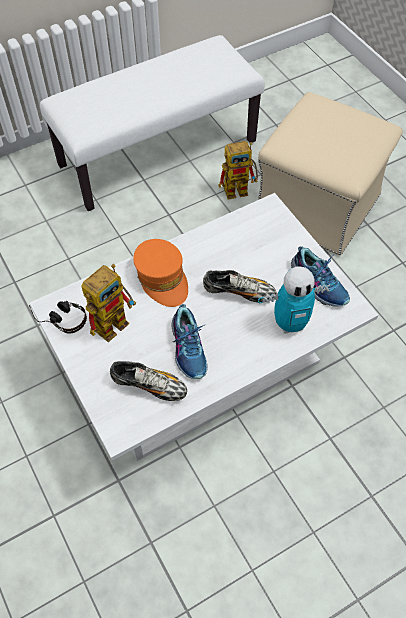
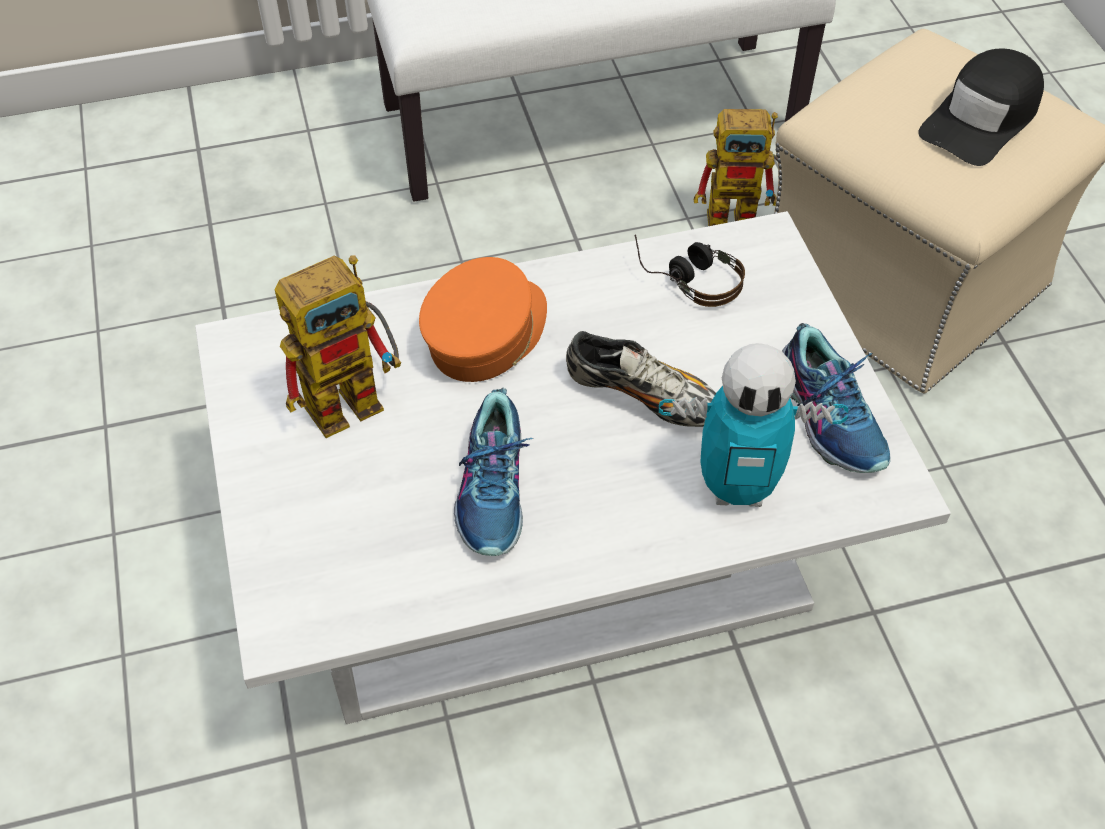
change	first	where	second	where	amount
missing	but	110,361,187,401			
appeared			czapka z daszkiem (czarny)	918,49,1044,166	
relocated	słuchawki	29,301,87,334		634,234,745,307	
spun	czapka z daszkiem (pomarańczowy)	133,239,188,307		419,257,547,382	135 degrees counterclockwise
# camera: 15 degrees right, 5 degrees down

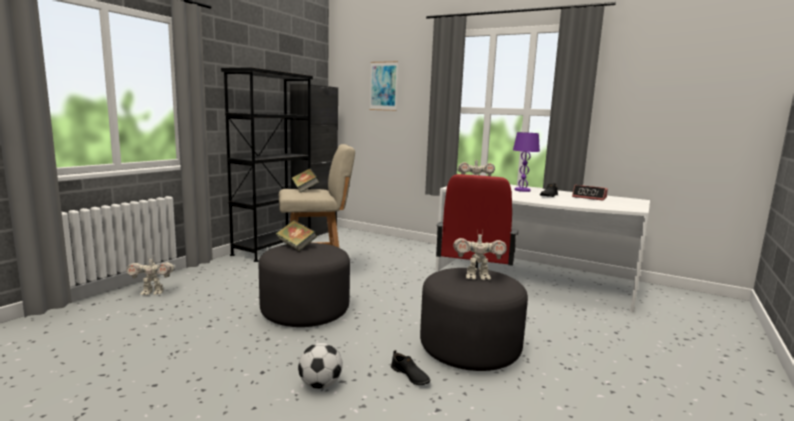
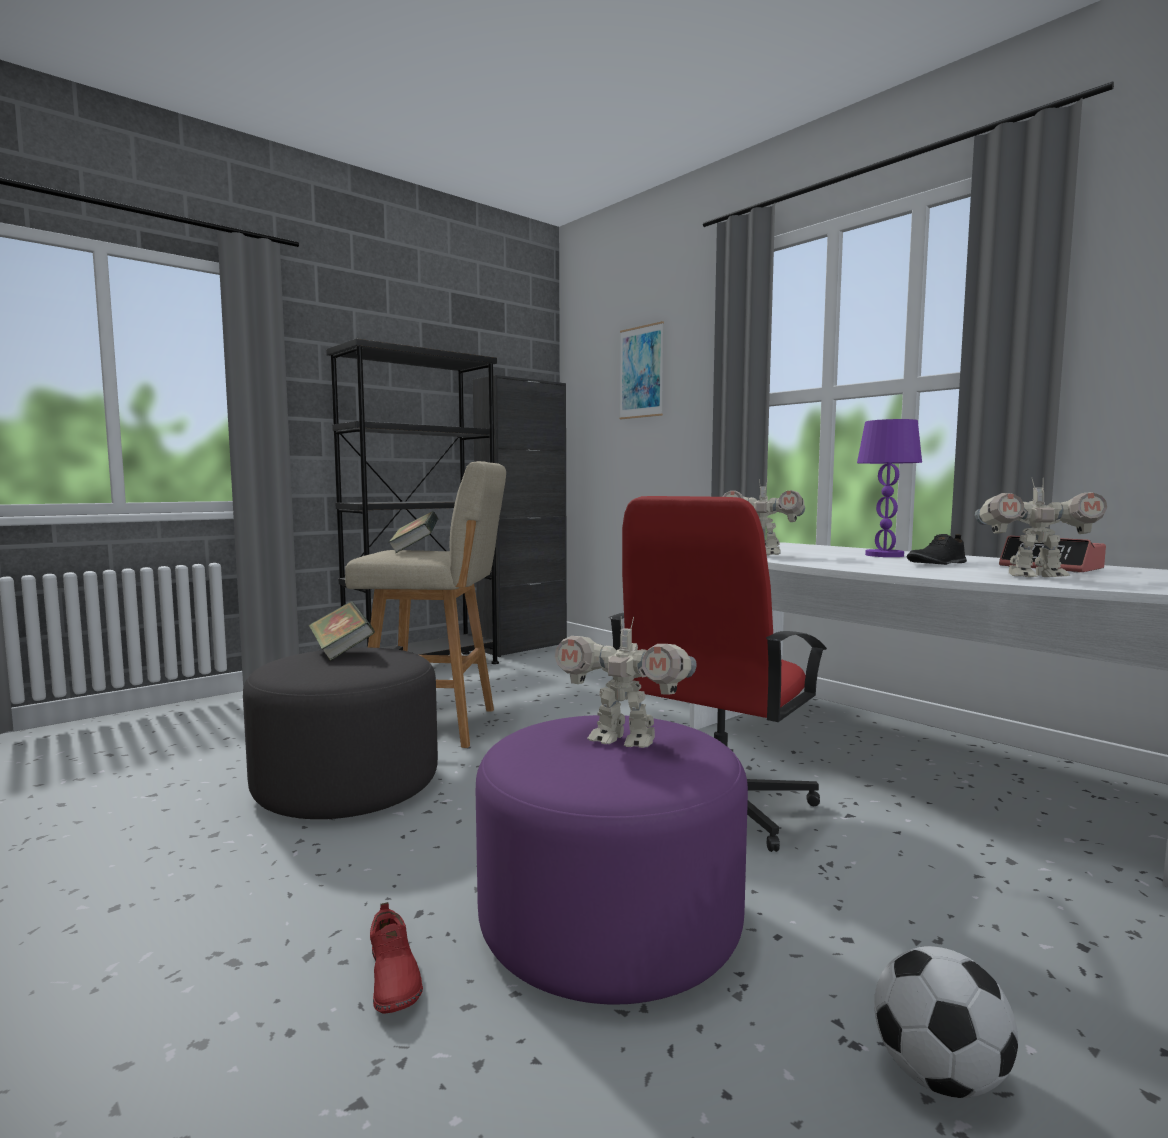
change	first	where	second	where	amount
relocated	robot zabawkowy	126,259,176,295		975,477,1107,577	
relocated	piłka futbolowa	298,343,343,389		874,946,1018,1098	
colour	but (czarny)	391,350,430,385	but (czerwony)	370,902,423,1014	
colour	pufa (szary)	420,268,528,371	pufa (fioletowy)	476,715,748,1004	
# camera: 20 degrees right, 5 degrees down

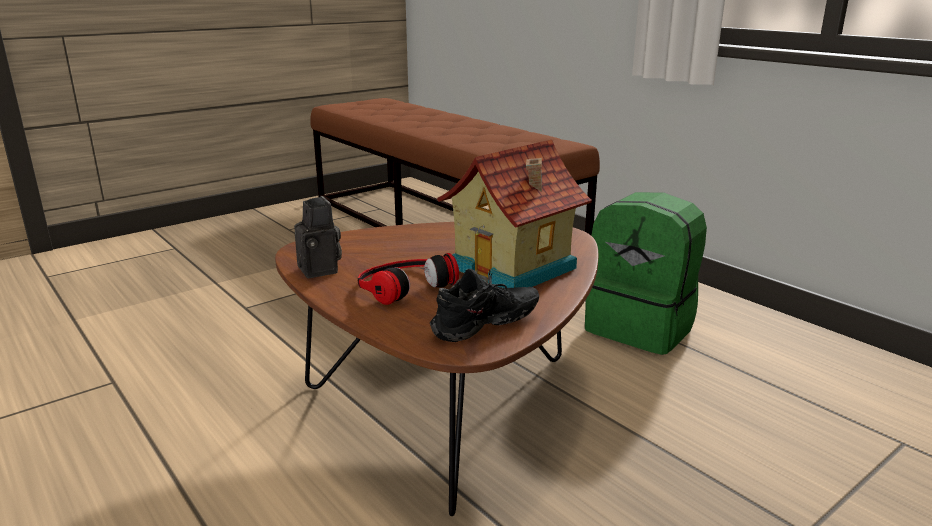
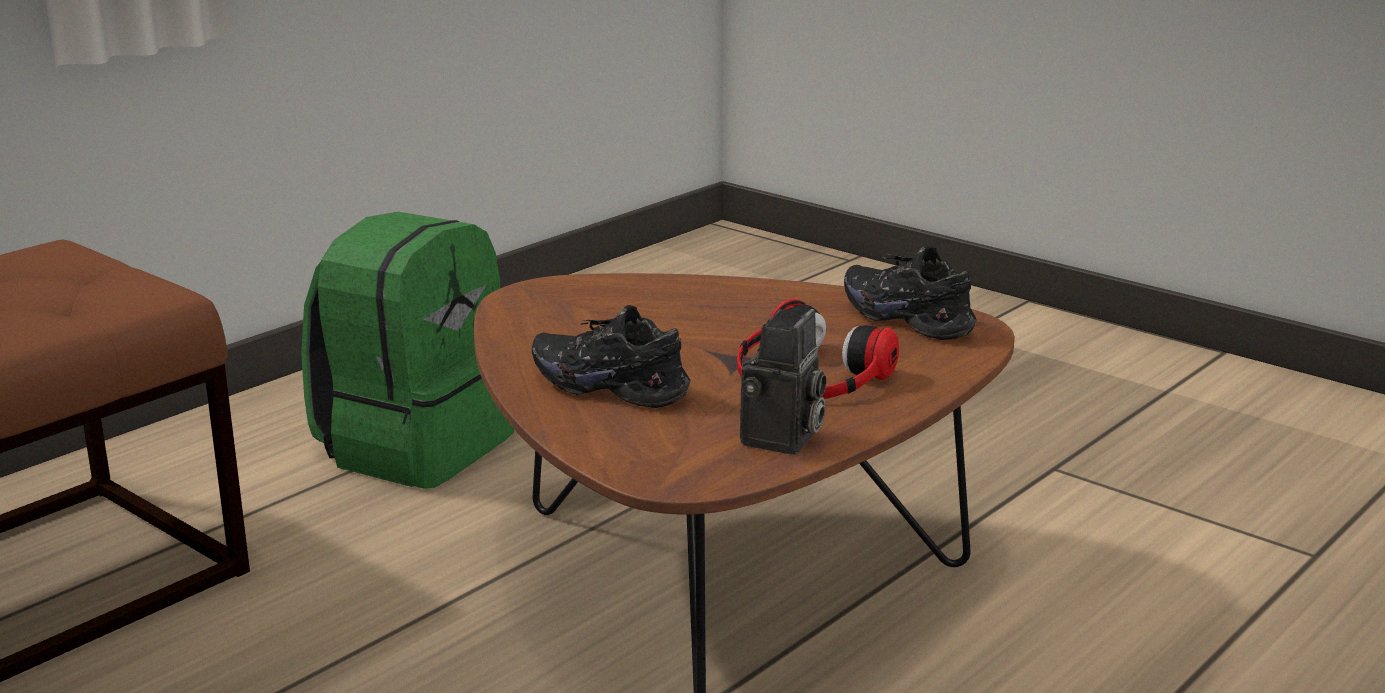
change	first	where	second	where	amount
missing	domek	437,140,592,288			
appeared			but (czarny)	532,305,690,408	
spun	aparat fotograficzny	294,196,342,278		740,309,826,455	150 degrees clockwise
# camera: 100 degrees left, 0 degrees up

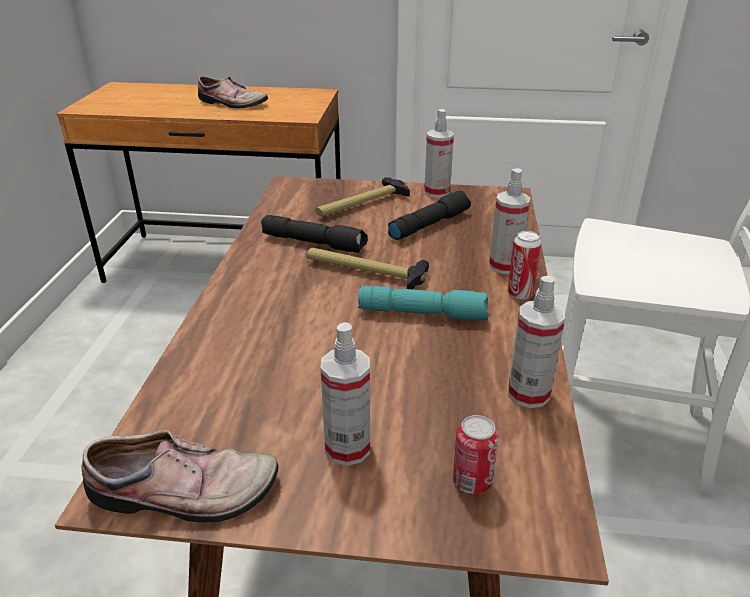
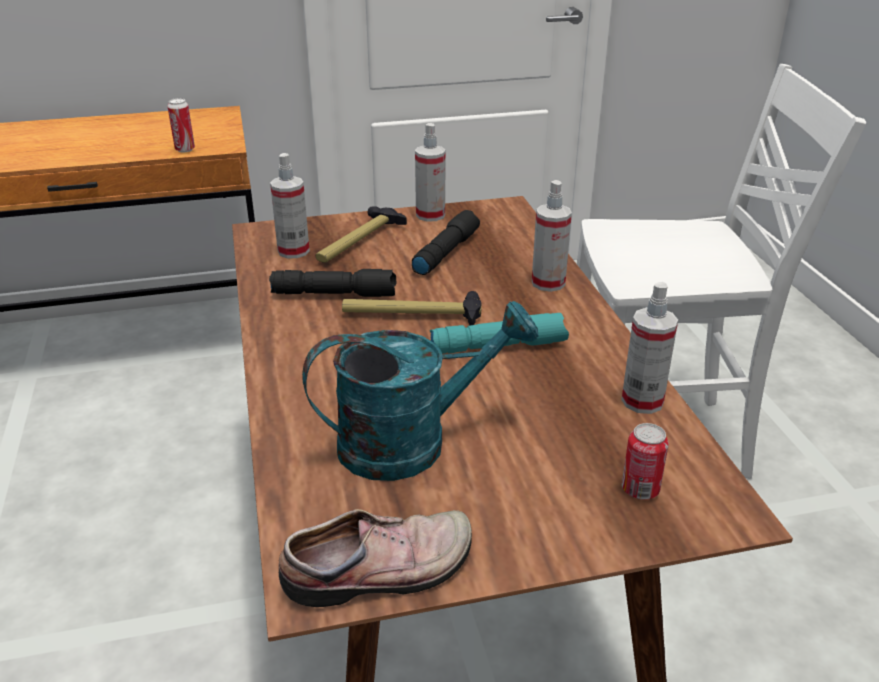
change	first	where	second	where	amount
missing	but	198,76,268,109			
appeared			konewka (turkusowy)	302,301,538,481	
relocated	spryskiwacz	321,322,370,466		270,153,310,258	
relocated	puszka	508,231,542,299		168,98,195,152	
# camera: 20 degrees left, 0 degrees up

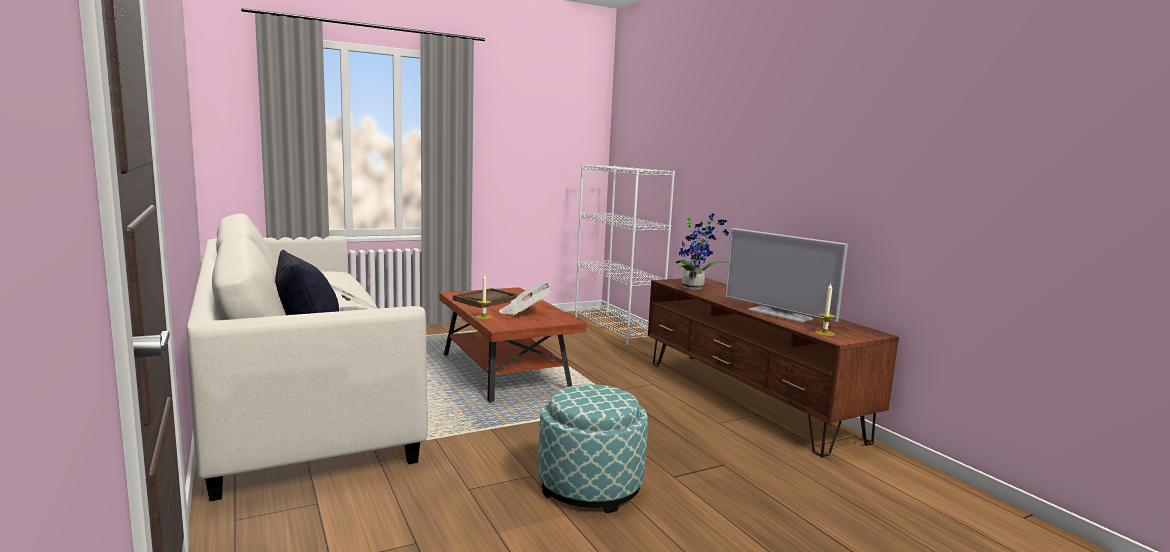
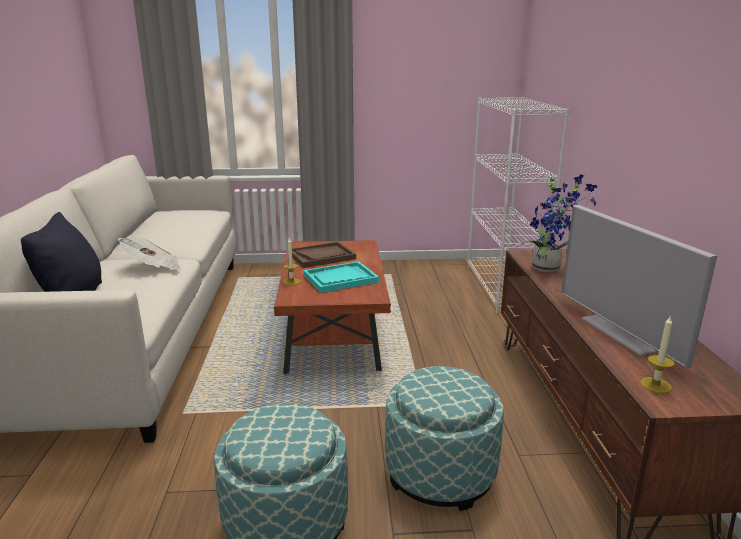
change	first	where	second	where	amount
appeared			pufa	385,366,504,511	
exchanged	gazeta	499,283,552,315	taca (turkusowy)	304,261,379,293	
# camera: 25 degrees right, 10 degrees up

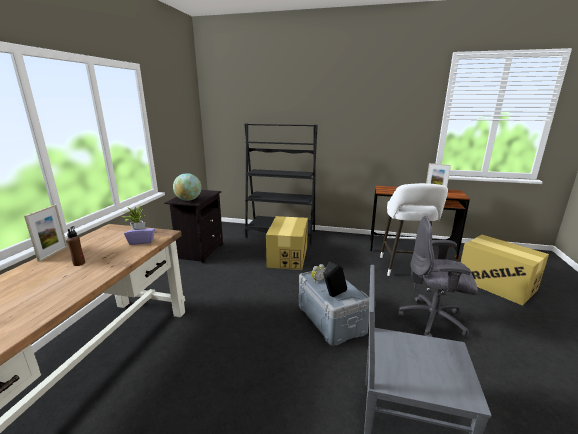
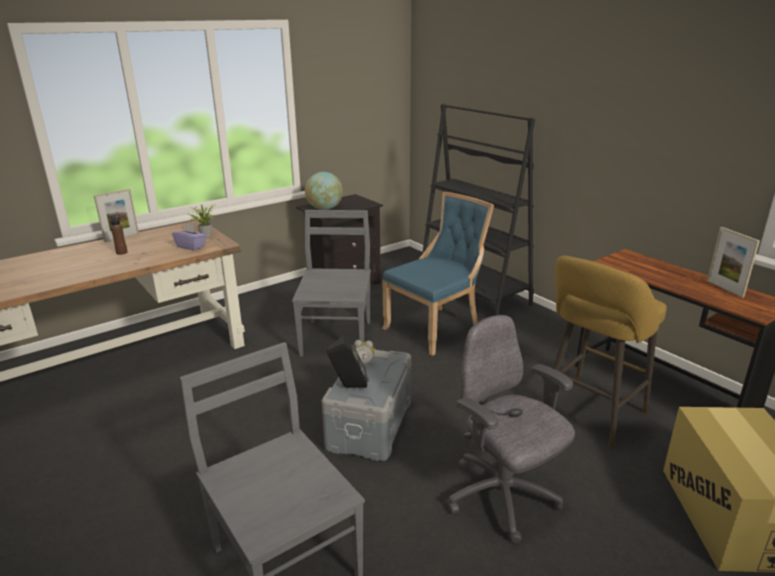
change	first	where	second	where	amount
appeared			krzesło (szary)	292,210,371,356	
exchanged	karton	266,216,308,270	krzesło (niebieski)	382,192,494,356	
colour	stołek (biały)	380,183,448,276	stołek (żółty)	542,256,667,447	
# camera: 40 degrees right, 5 degrees up

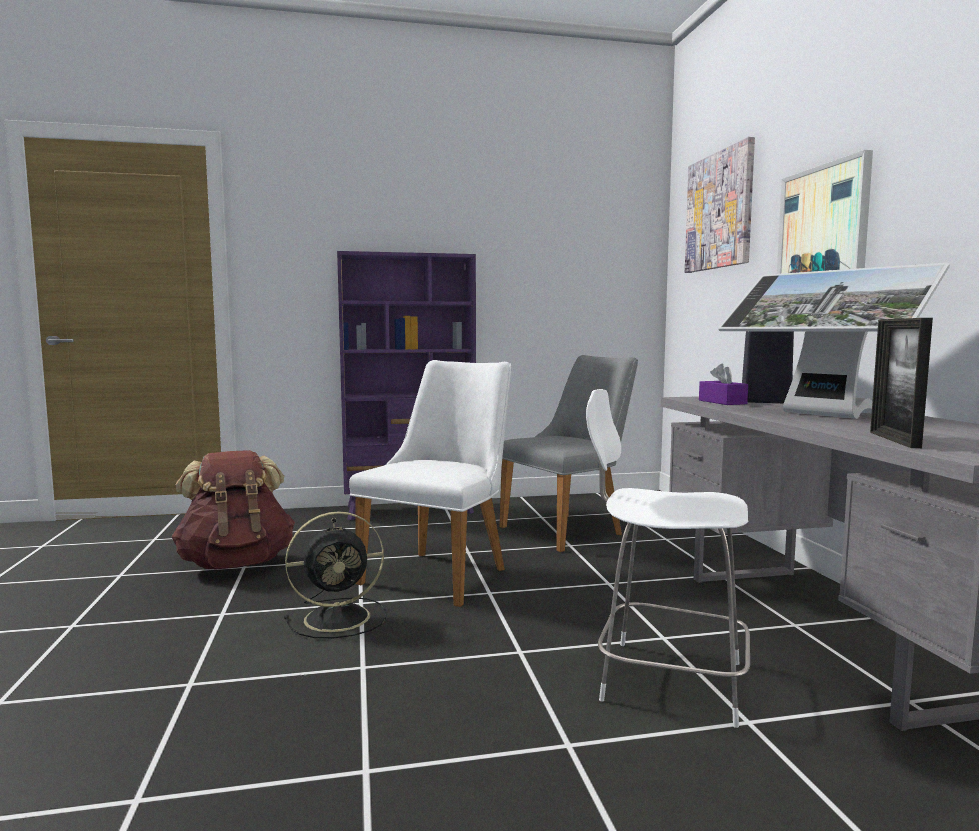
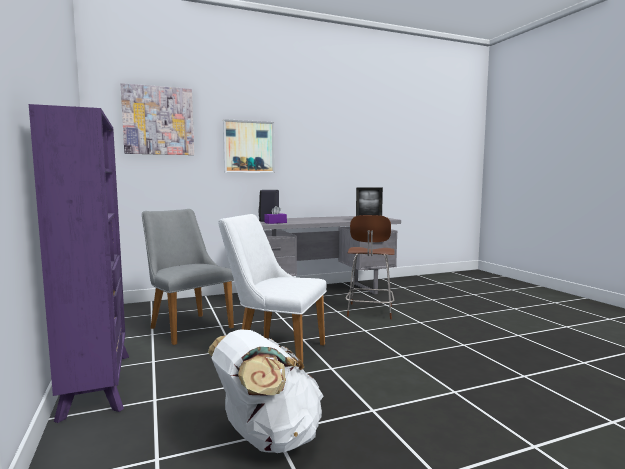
change	first	where	second	where	amount
missing	wentylator (czarny)	284,511,387,638			
missing	monitor	718,263,950,419			
colour	plecak (brązowy)	172,450,295,569	plecak (biały)	208,329,324,453	
colour	stołek (biały)	586,389,750,728	stołek (brązowy)	346,215,395,319	
# camera: 100 degrees left, 0 degrees up

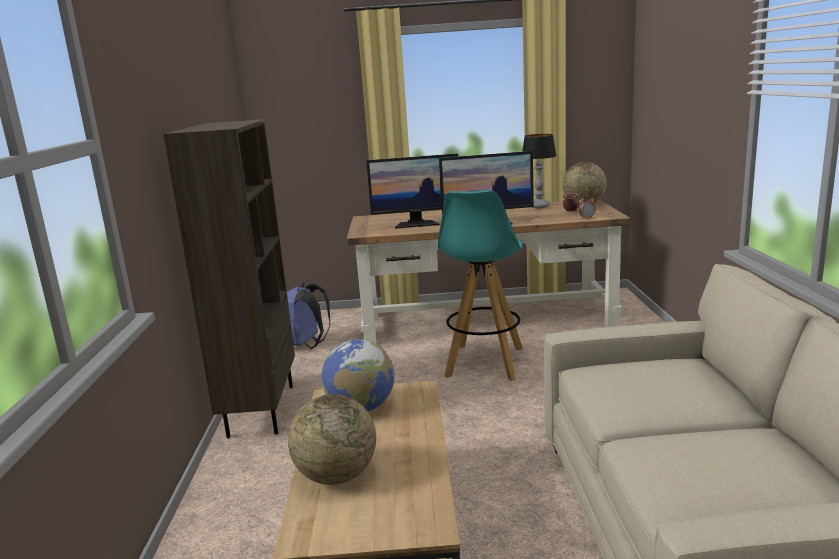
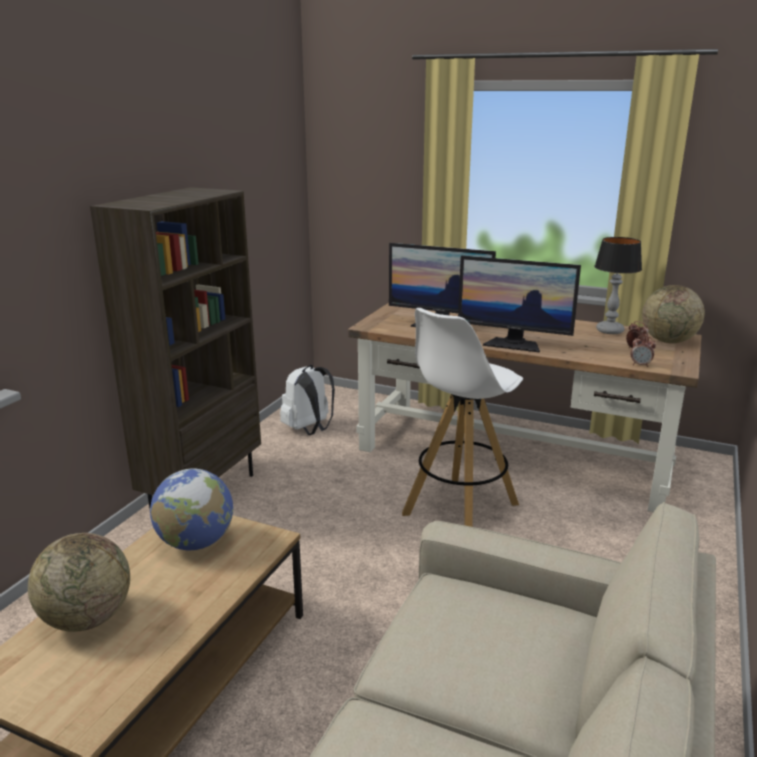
change	first	where	second	where	amount
colour	plecak (niebieski)	287,283,330,349	plecak (biały)	280,365,335,435	
colour	stołek (turkusowy)	438,190,523,381	stołek (biały)	402,308,523,527	
# camera: 25 degrees right, 5 degrees up

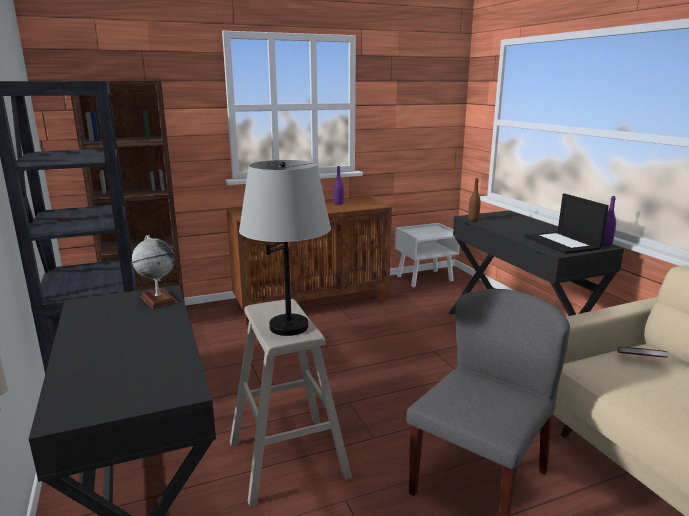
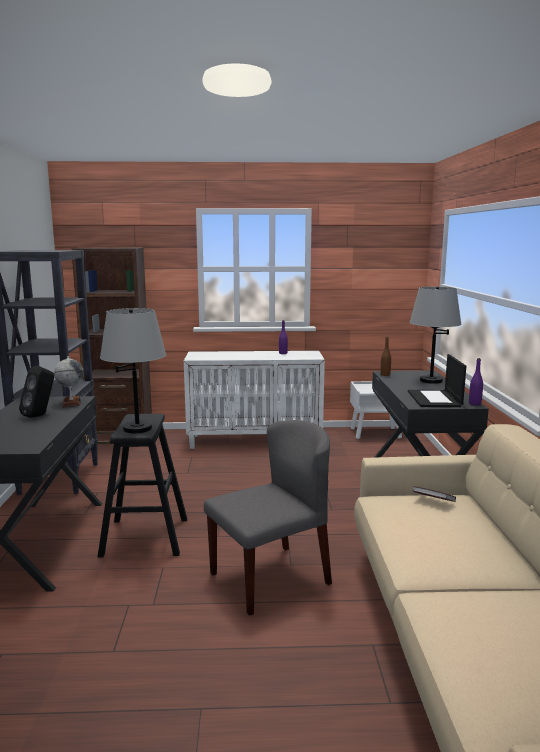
change	first	where	second	where	amount
appeared			głośnik (czarny)	19,366,54,418	
appeared			lampa stołowa (szary)	410,287,461,384	
colour	szafka (brązowy)	227,197,392,325	szafka (biały)	184,351,325,449	
colour	stołek (beżowy)	230,299,352,507	stołek (czarny)	98,414,187,558	
# camera: 20 degrees right, 5 degrees down

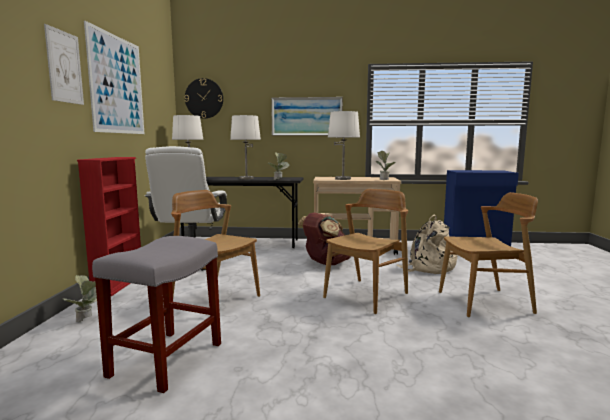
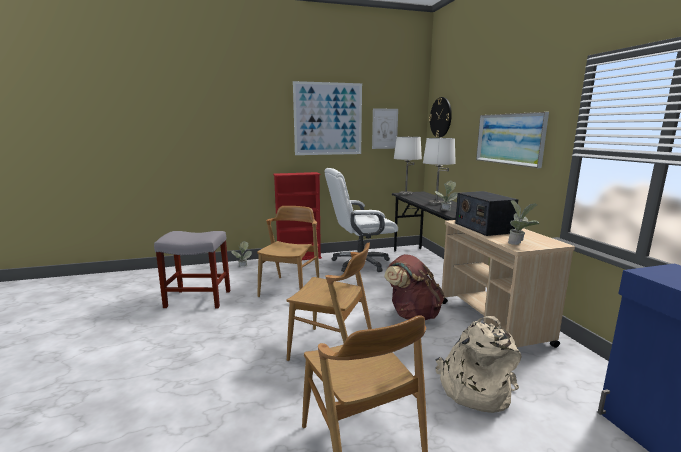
change	first	where	second	where	amount
relocated	obraz	44,24,84,105		372,108,398,149	
exchanged	lampa stołowa (biały)	328,111,360,180	radio	455,191,518,236	
# camera: 70 degrees right, 5 degrees up

